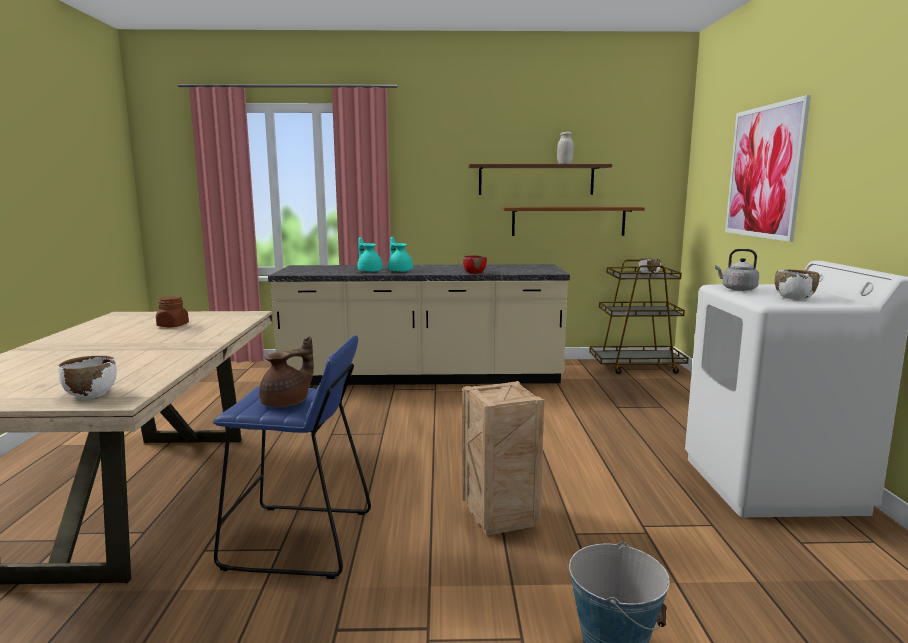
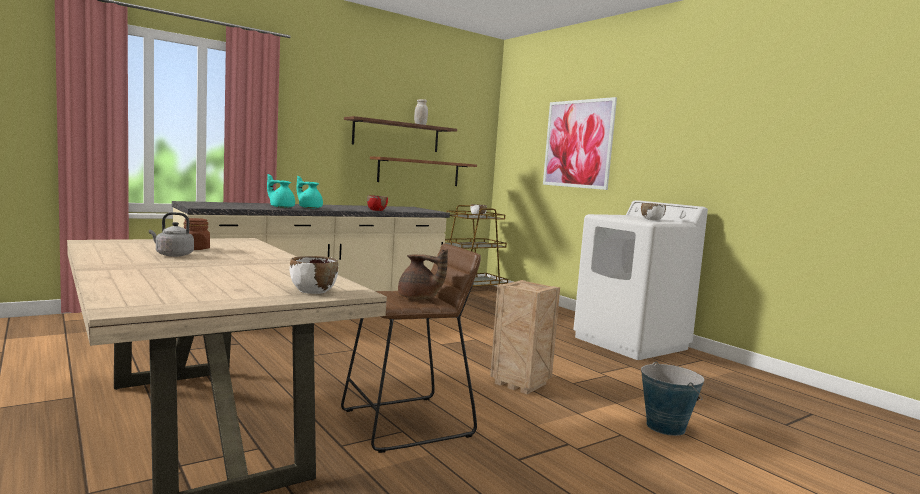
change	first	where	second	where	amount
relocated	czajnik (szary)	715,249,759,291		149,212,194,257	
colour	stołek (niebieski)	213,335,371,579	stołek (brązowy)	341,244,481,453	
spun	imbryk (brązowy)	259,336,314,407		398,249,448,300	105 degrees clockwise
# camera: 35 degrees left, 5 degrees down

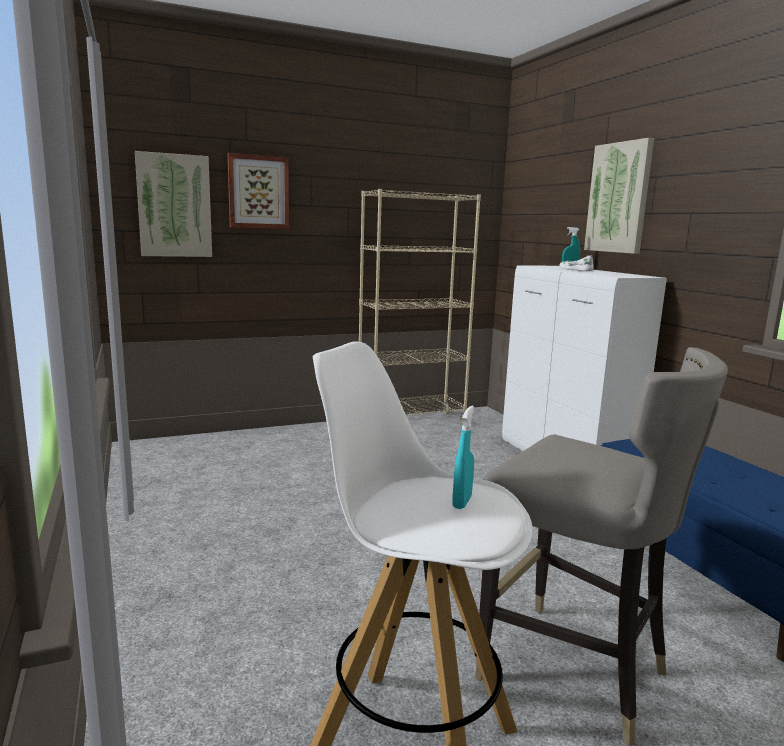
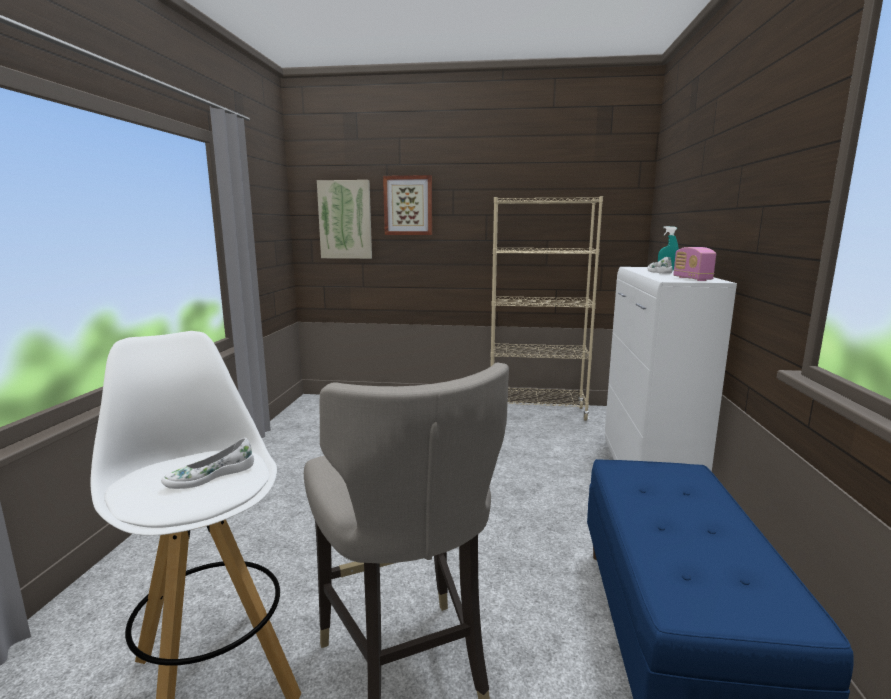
change	first	where	second	where	amount
missing	obraz	584,138,654,254			
appeared			radio	673,247,716,281	
exchanged	spryskiwacz (turkusowy)	452,405,474,509	but (biały)	161,438,254,489	
# camera: 30 degrees right, 0 degrees up

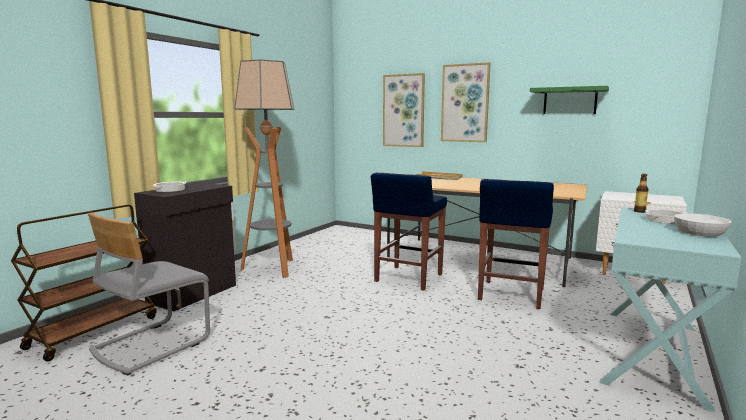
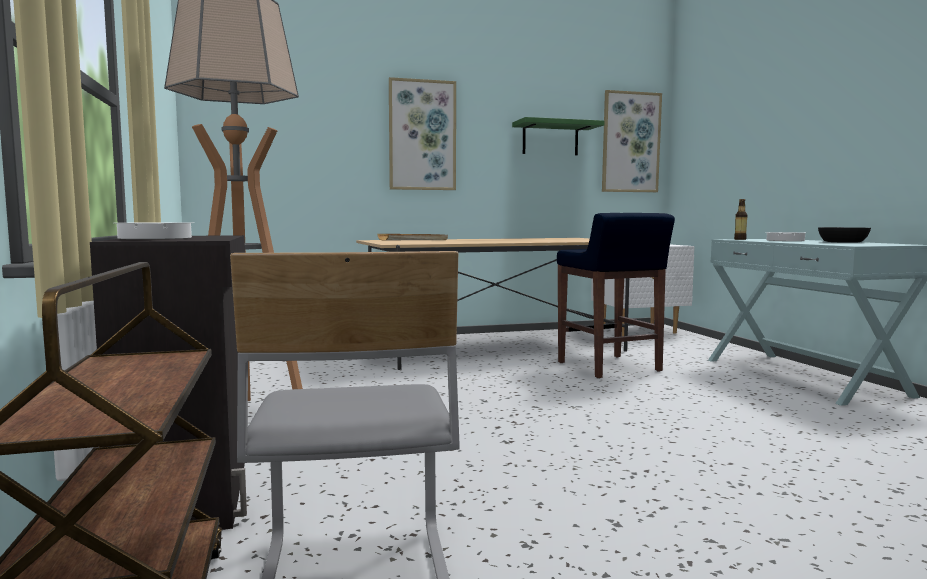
change	first	where	second	where	amount
missing	stołek (niebieski)	371,173,447,290			
relocated	obraz	383,73,425,147		602,90,662,192	
colour	miska (biały)	674,213,732,236	miska (czarny)	818,227,871,243	
# camera: 45 degrees left, 5 degrees down

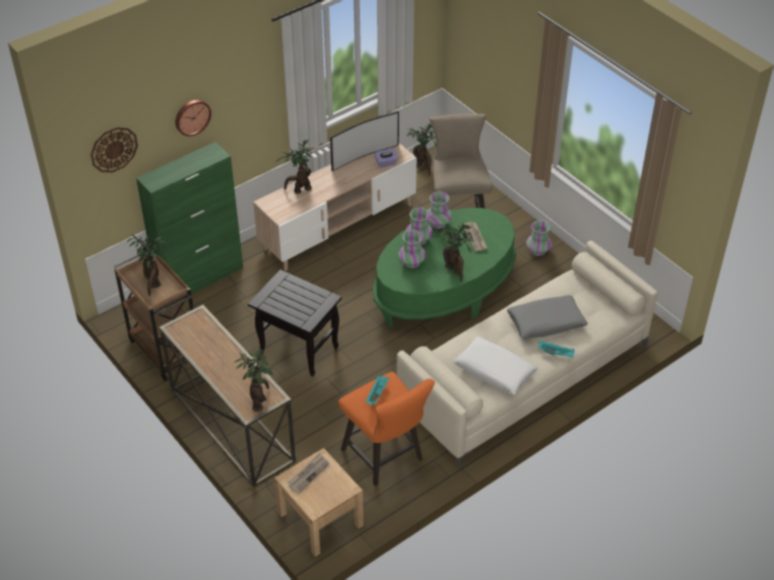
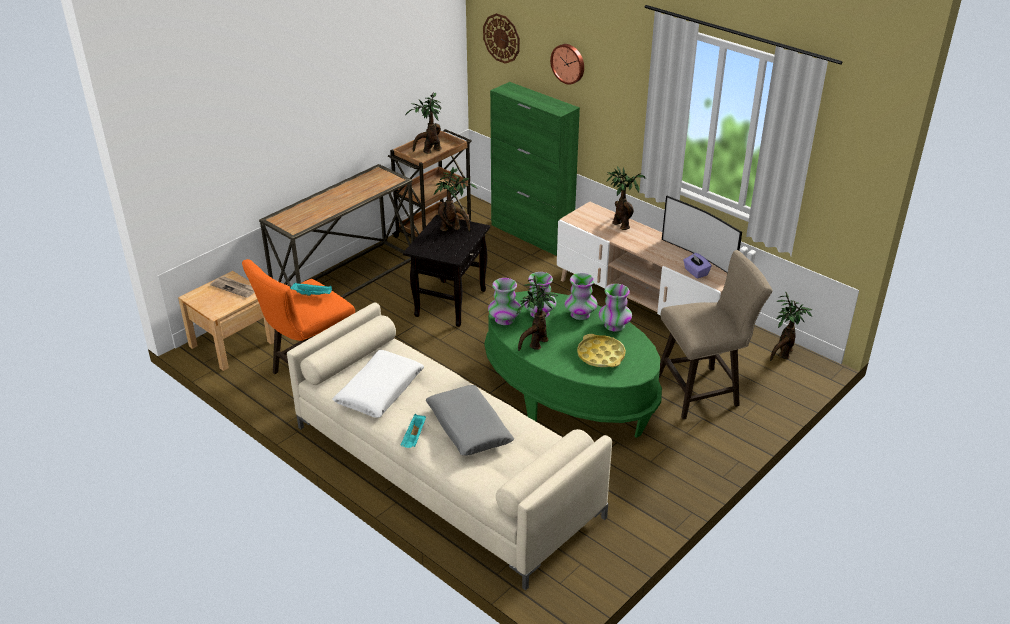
change	first	where	second	where	amount
relocated	roślina doniczkowa	234,348,273,412		434,167,477,232	
relocated	wazon	526,220,552,256		488,278,521,325	
exchanged	gazeta	464,222,487,252	taca (żółty)	577,334,626,367	
# camera: 80 degrees right, 10 degrees down

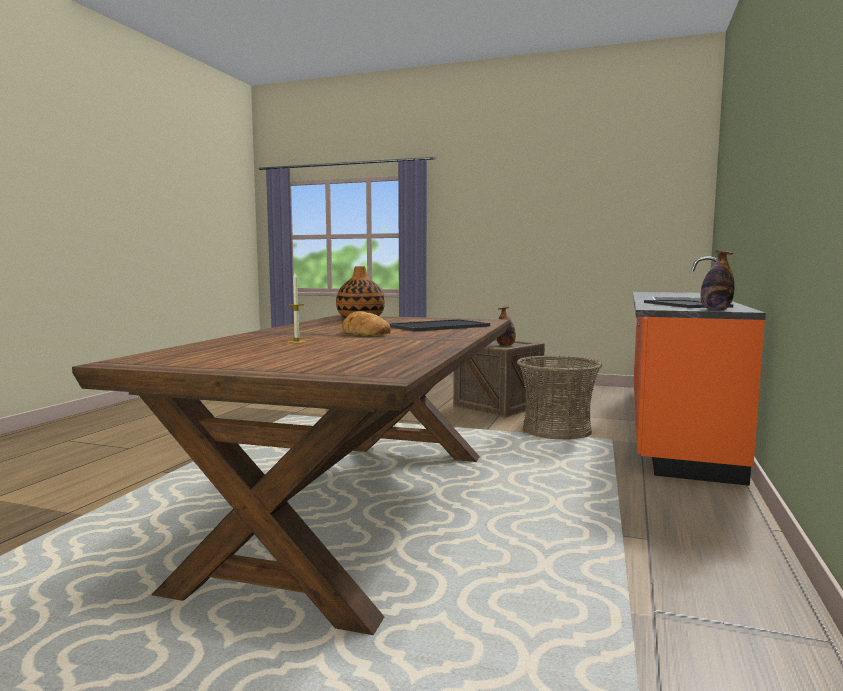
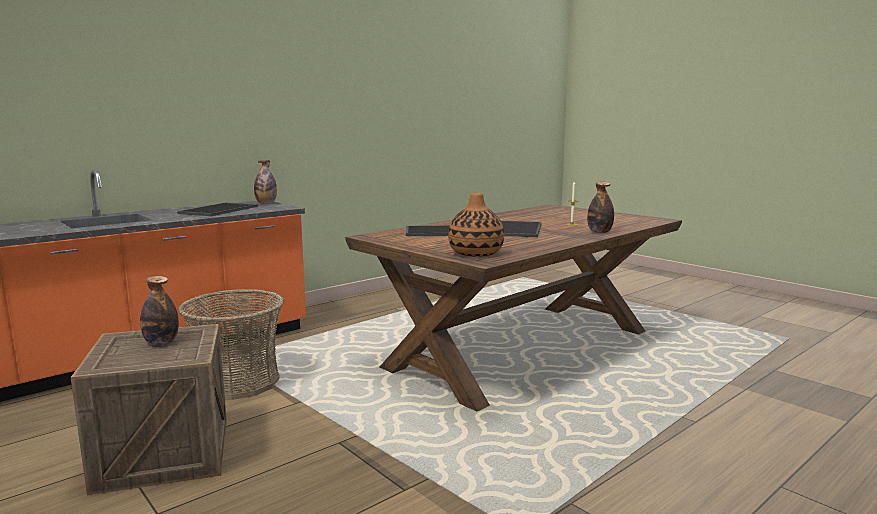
change	first	where	second	where	amount
appeared			butelka	587,181,614,233	
exchanged	chleb	342,311,391,336	taca	501,221,542,237	
# camera: 150 degrees left, 5 degrees up

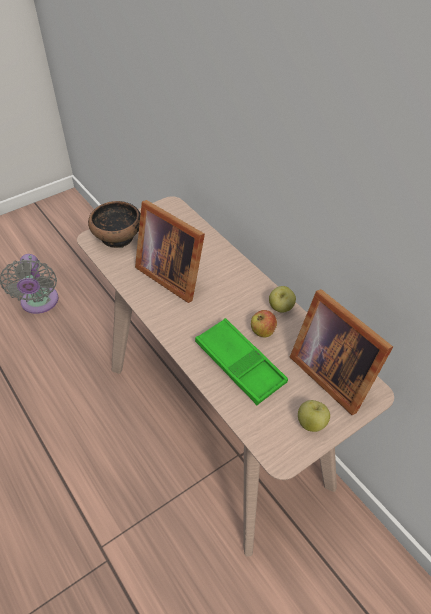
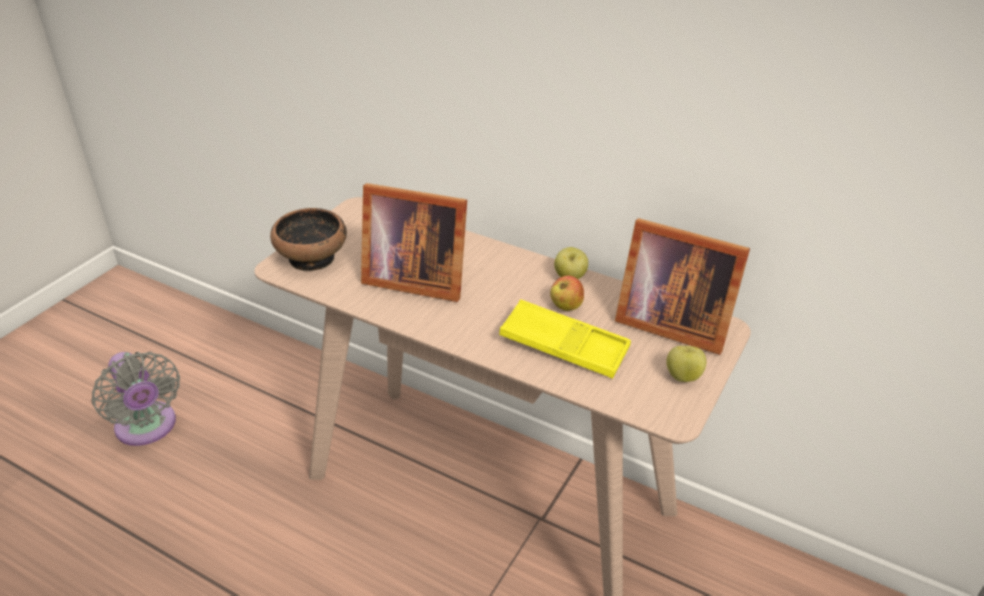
change	first	where	second	where	amount
colour	taca (zielony)	195,318,288,405	taca (żółty)	499,299,631,379	
# camera: 25 degrees left, 10 degrees down

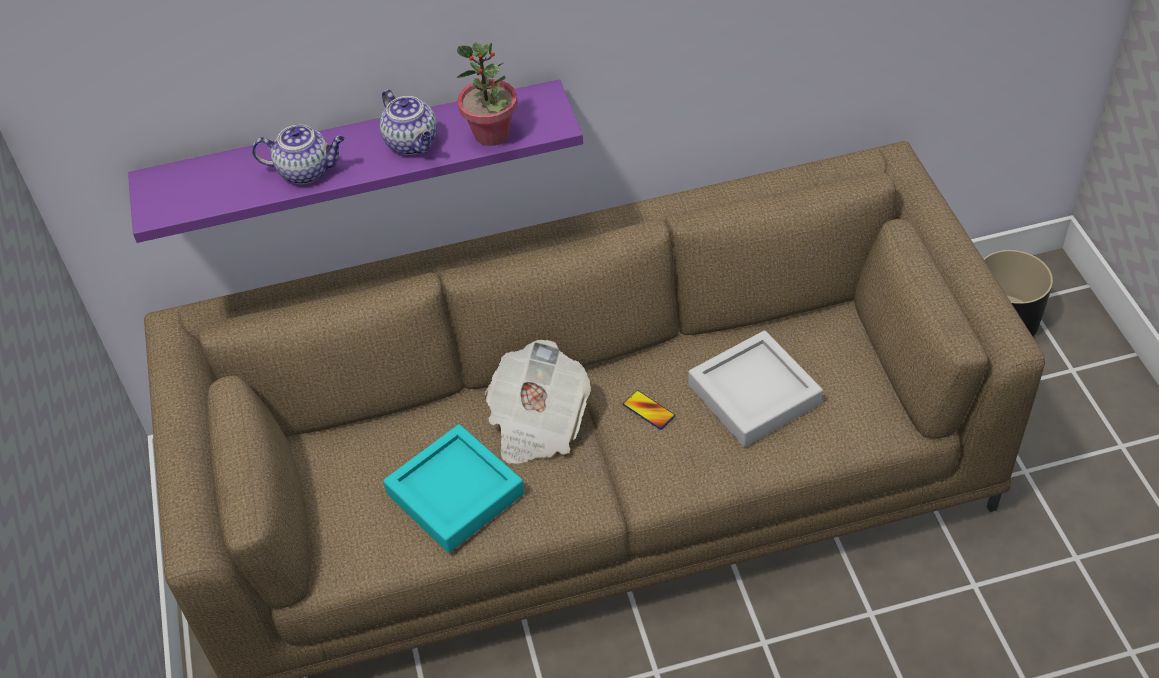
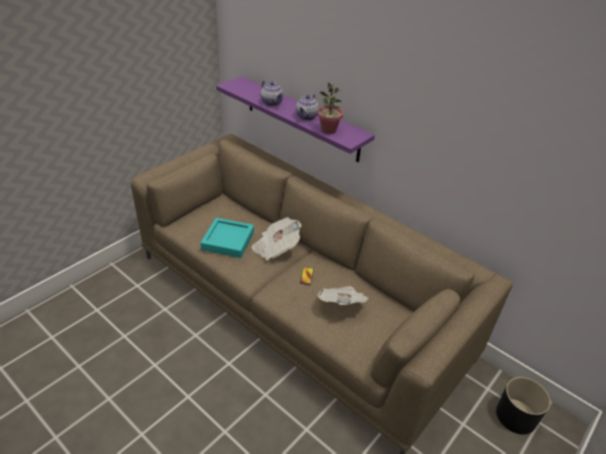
change	first	where	second	where	amount
exchanged	taca (szary)	688,330,823,447	gazeta	317,286,368,305	
# camera: 50 degrees right, 10 degrees down

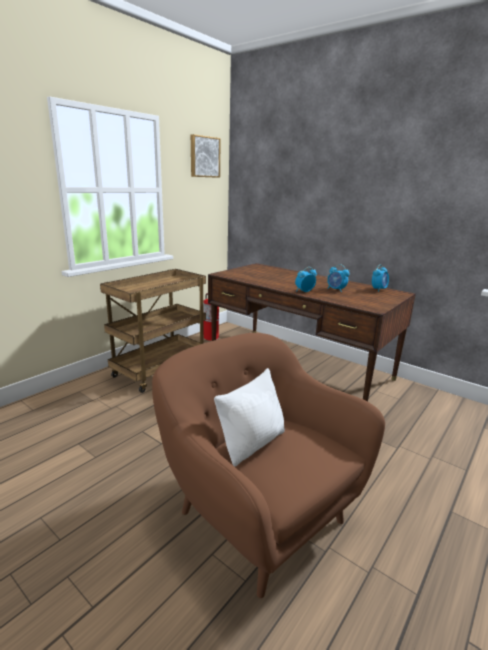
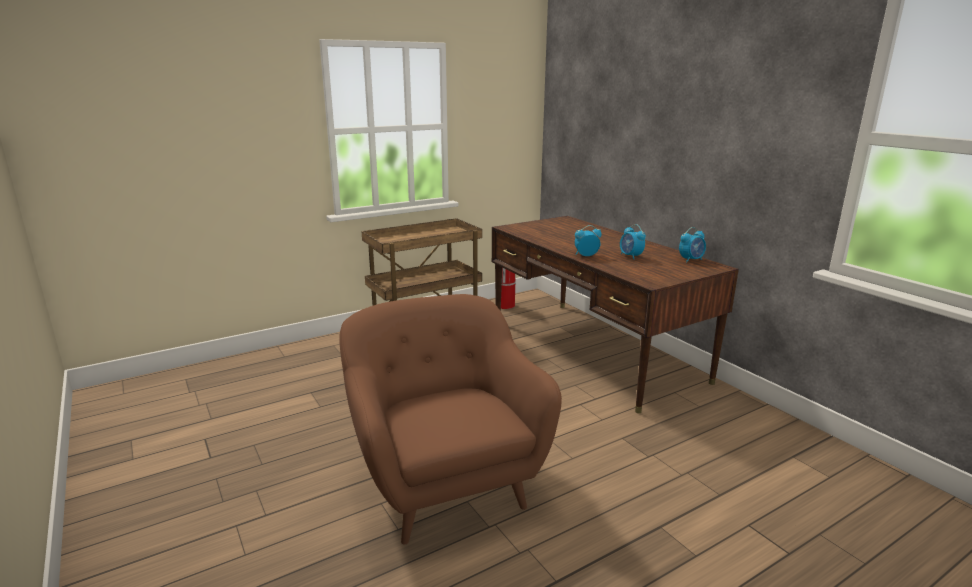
change	first	where	second	where	amount
missing	obraz	191,134,221,178			
missing	poduszka (biały)	214,368,285,467			
# camera: 20 degrees right, 0 degrees up

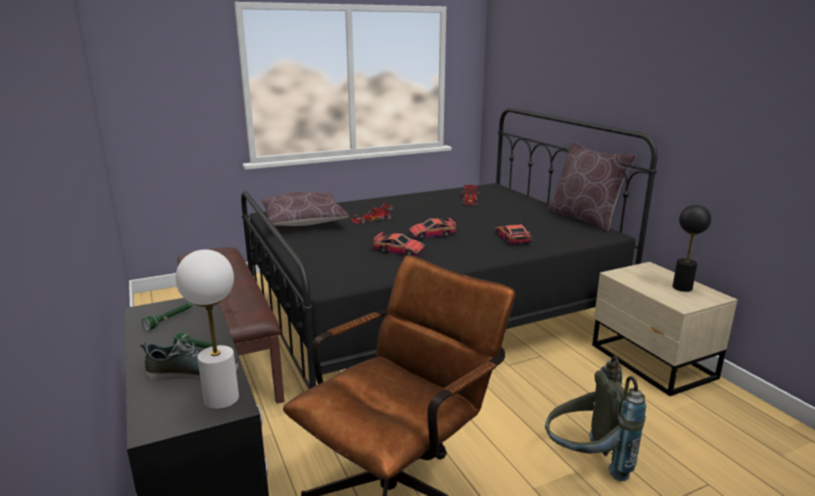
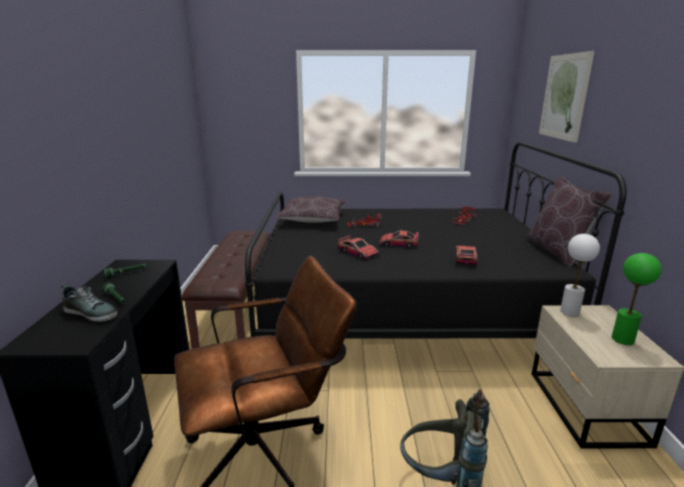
change	first	where	second	where	amount
appeared			obraz	539,51,595,143	
relocated	lampa stołowa (biały)	176,250,239,409		560,234,600,316	
colour	lampa stołowa (czarny)	673,205,711,292	lampa stołowa (zielony)	612,253,662,345	
# camera: 25 degrees right, 0 degrees up

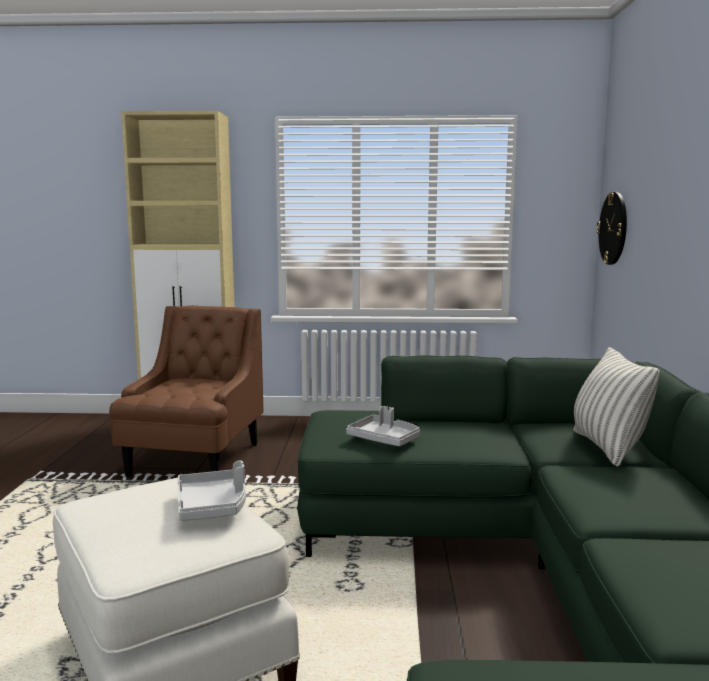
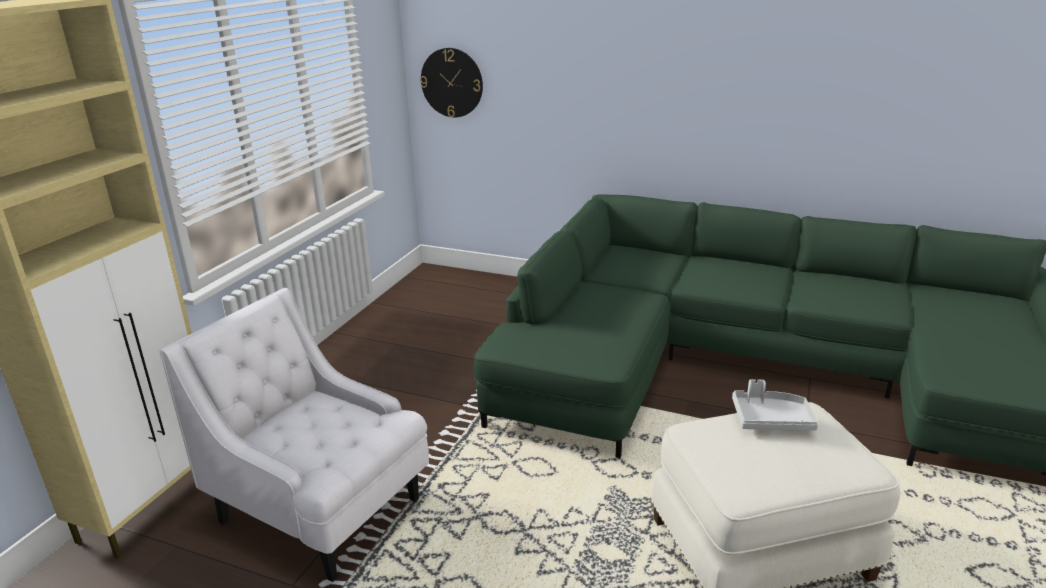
change	first	where	second	where	amount
missing	taca (szary)	346,406,420,446			
missing	poduszka	573,347,660,467			
colour	fotel (brązowy)	109,306,263,477	fotel (biały)	160,288,429,582	
# camera: 70 degrees left, 15 degrees up

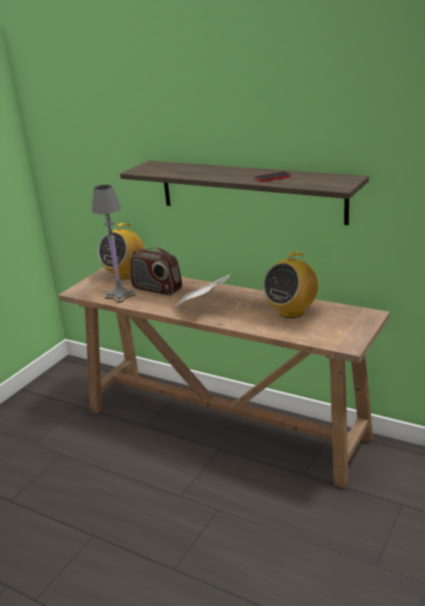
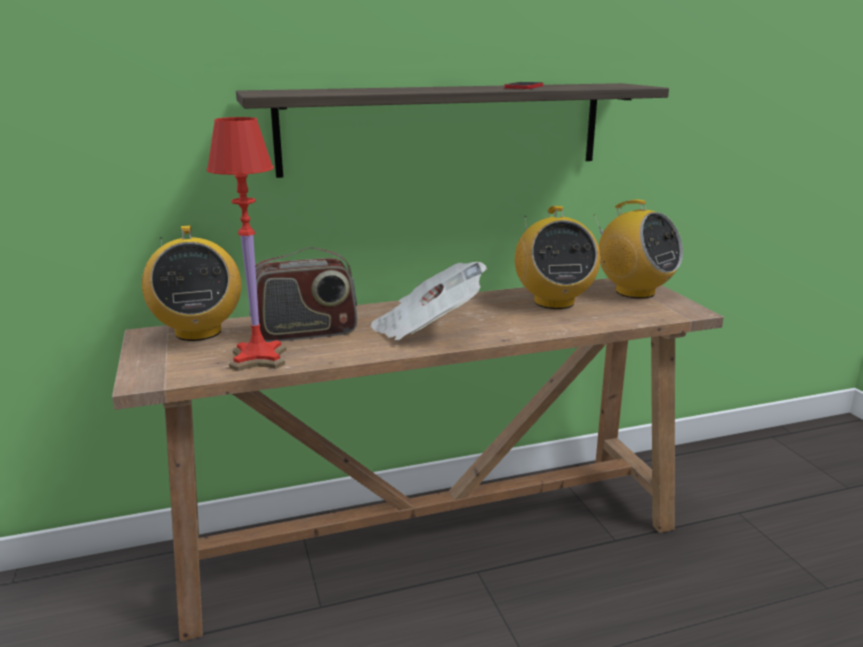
change	first	where	second	where	amount
appeared			radio	594,199,683,299	
colour	lampa stołowa (szary)	91,184,135,303	lampa stołowa (czerwony)	207,117,286,371	
# camera: 50 degrees left, 5 degrees down

